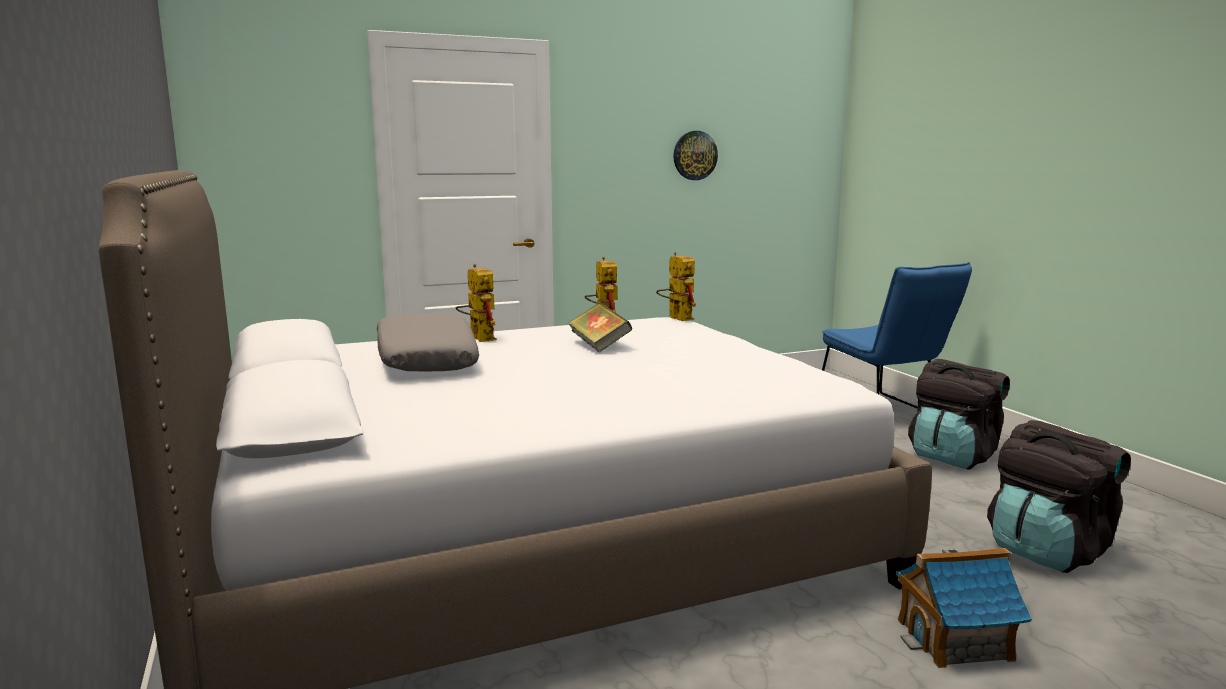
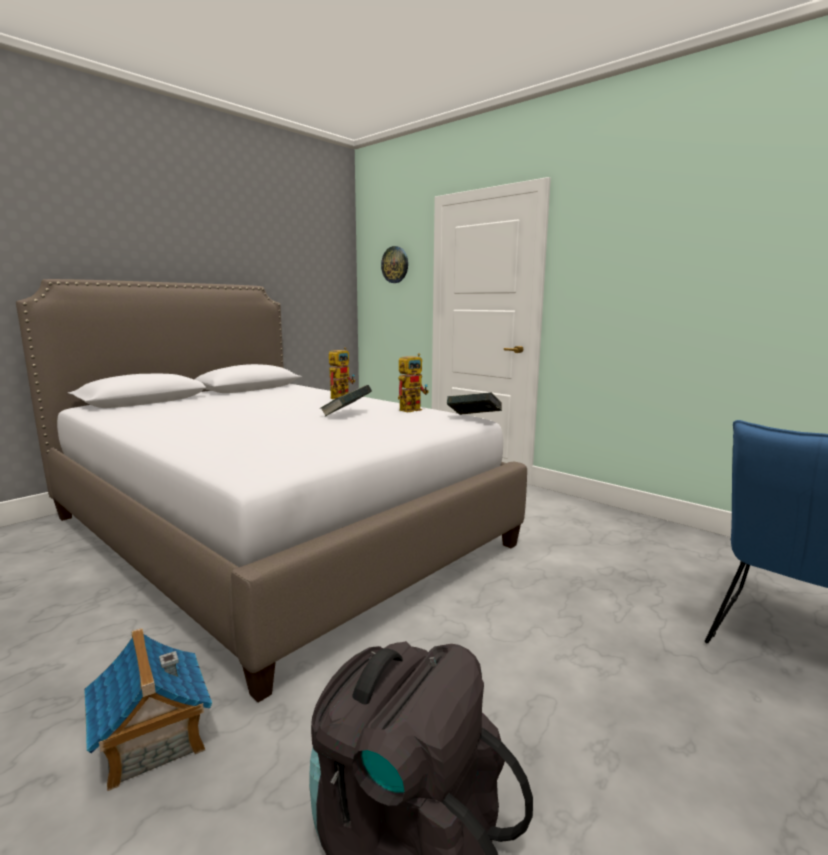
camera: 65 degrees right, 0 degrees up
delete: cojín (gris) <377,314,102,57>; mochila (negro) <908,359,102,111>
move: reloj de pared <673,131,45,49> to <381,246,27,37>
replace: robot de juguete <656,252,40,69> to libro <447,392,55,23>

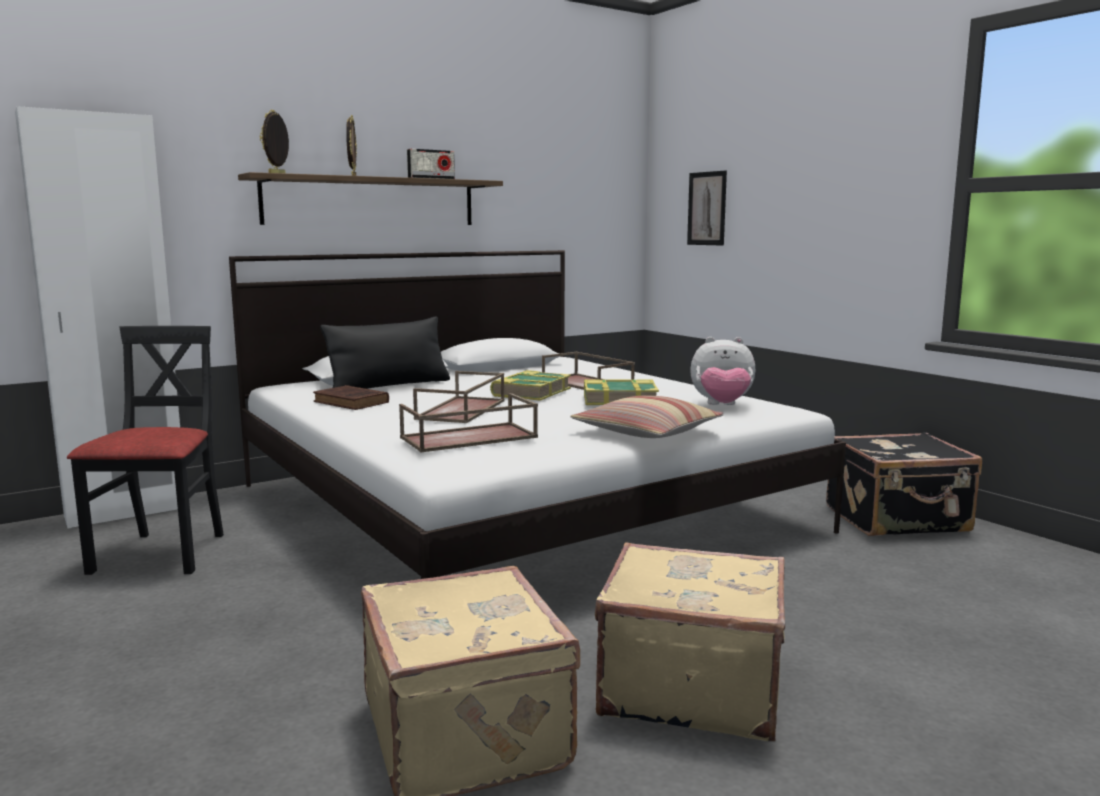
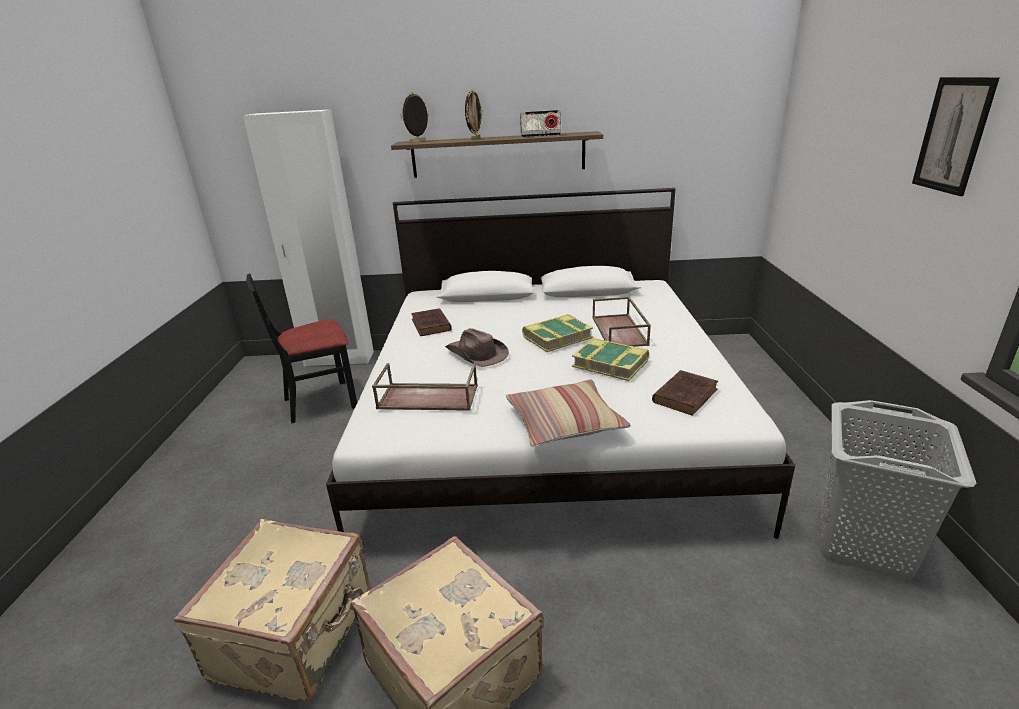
camera: 35 degrees right, 15 degrees up
delete: cojín (negro) <320,316,130,73>
move: cuadro <687,170,40,76> to <912,77,88,119>
replace: peluche <690,337,65,68> to libro (marrón) <652,370,66,45>; bandeja (marrón) <413,371,92,52> to sombrero (marrón) <445,328,64,39>; maleta (negro) <826,432,156,104> to cesto de la ropa (gris) <820,400,156,180>
rotate: silla (negro) <67,326,157,249> = <246,274,111,149> 150 degrees counterclockwise

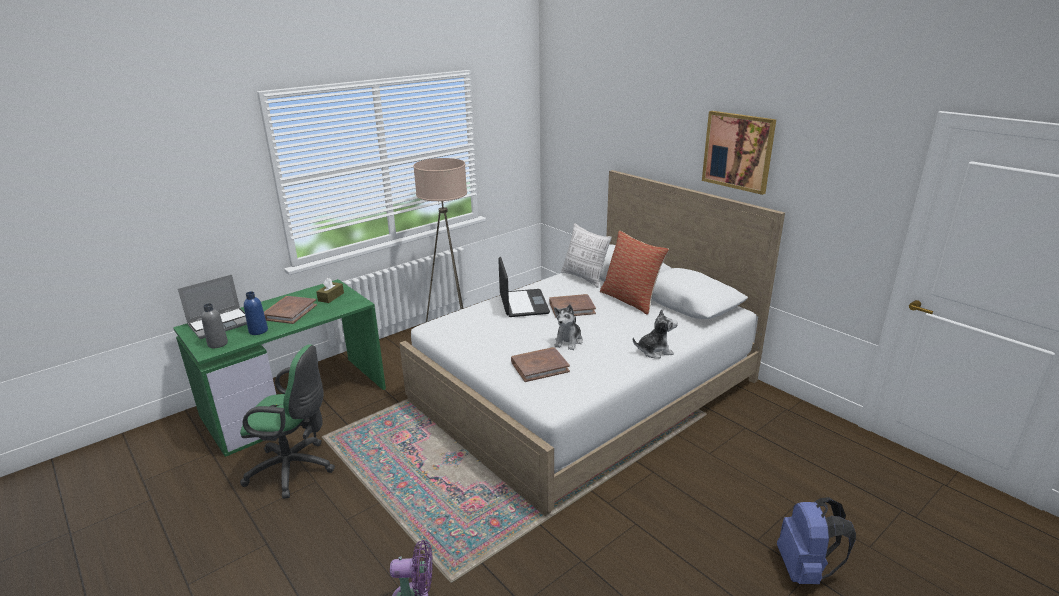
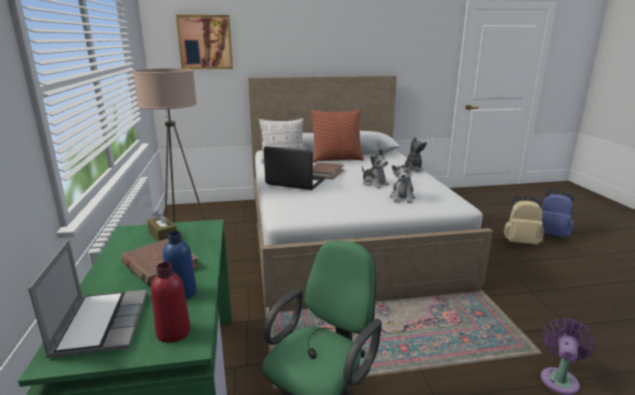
camera: 60 degrees left, 5 degrees down
insert: mochila (beis) <504,195,40,50>
move: cuadro <702,111,74,84> to <176,15,57,54>
replace: libro (marrón) <511,347,59,35> to peluche <390,161,25,42>
recolor: botella (gris) <201,303,27,45> to botella (rojo) <151,262,40,81>

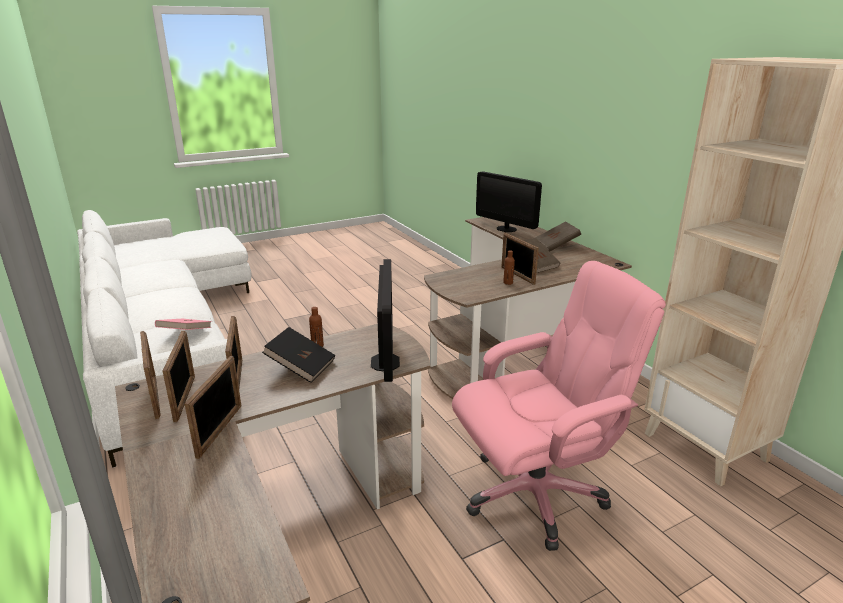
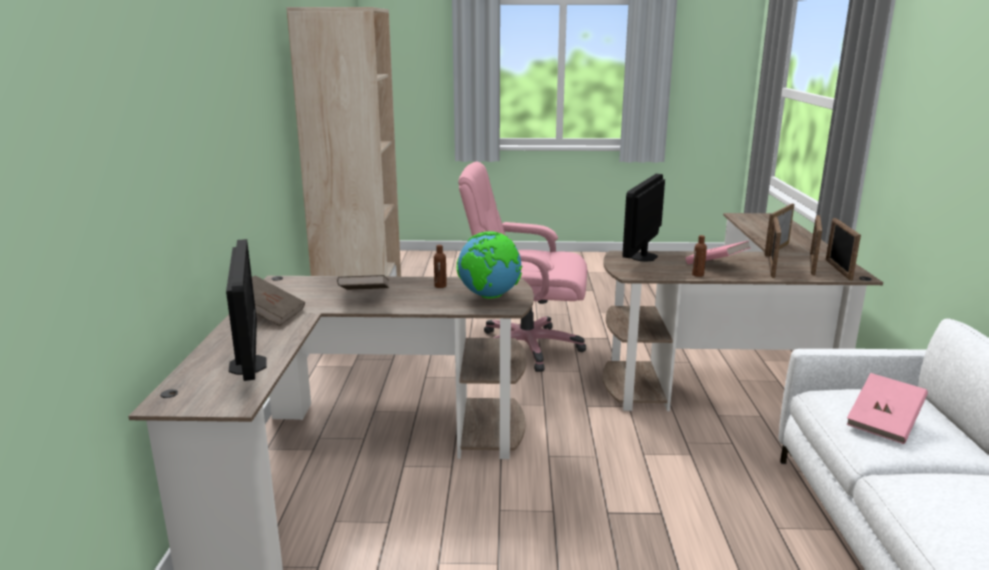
camera: 150 degrees left, 5 degrees down
delete: portarretratos <502,233,37,52>
insert: globo terráqueo <456,231,67,67>
recolor: libro (negro) <262,327,73,56> to libro (rosa) <686,240,64,24>

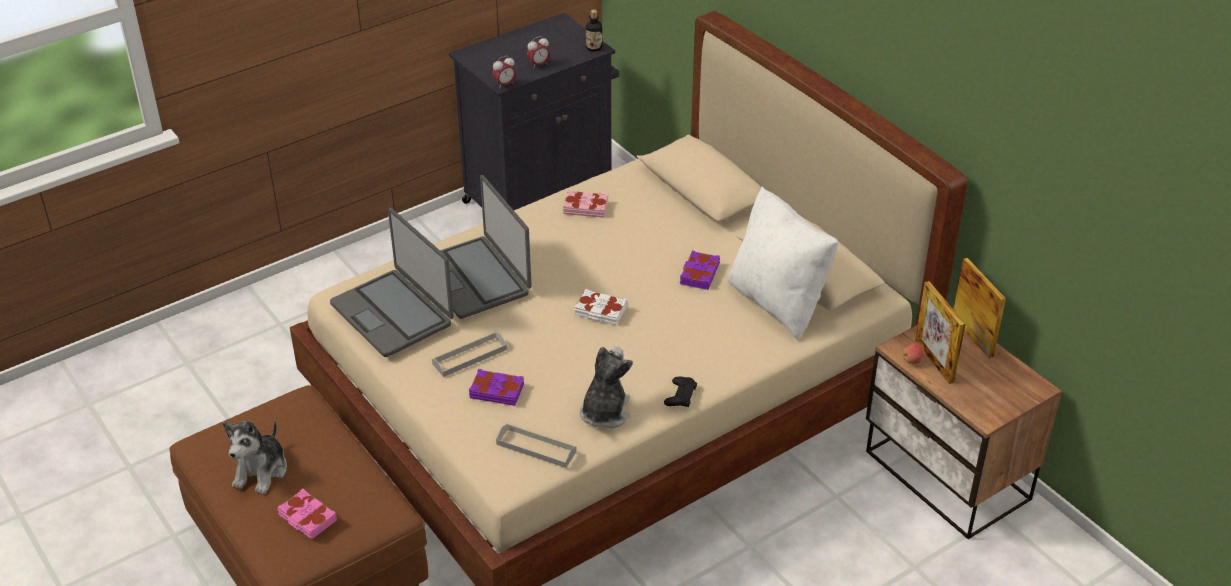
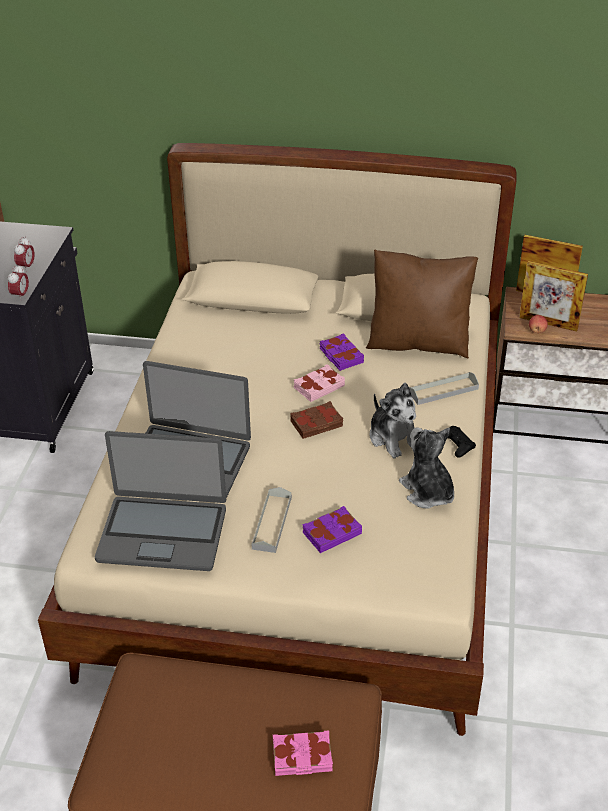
camera: 45 degrees left, 0 degrees up
delete: botella <586,10,16,42>
move: libro (rosa) <563,190,45,28> to <294,364,51,38>; peluche <223,420,64,74> to <369,383,47,75>; bandeja (gris) <496,423,81,45> to <409,372,70,33>
recolor: cojín (blanco) <728,187,110,153> to cojín (marrón) <366,250,112,108>; libro (blanco) <575,289,52,36> to libro (marrón) <290,401,53,38>

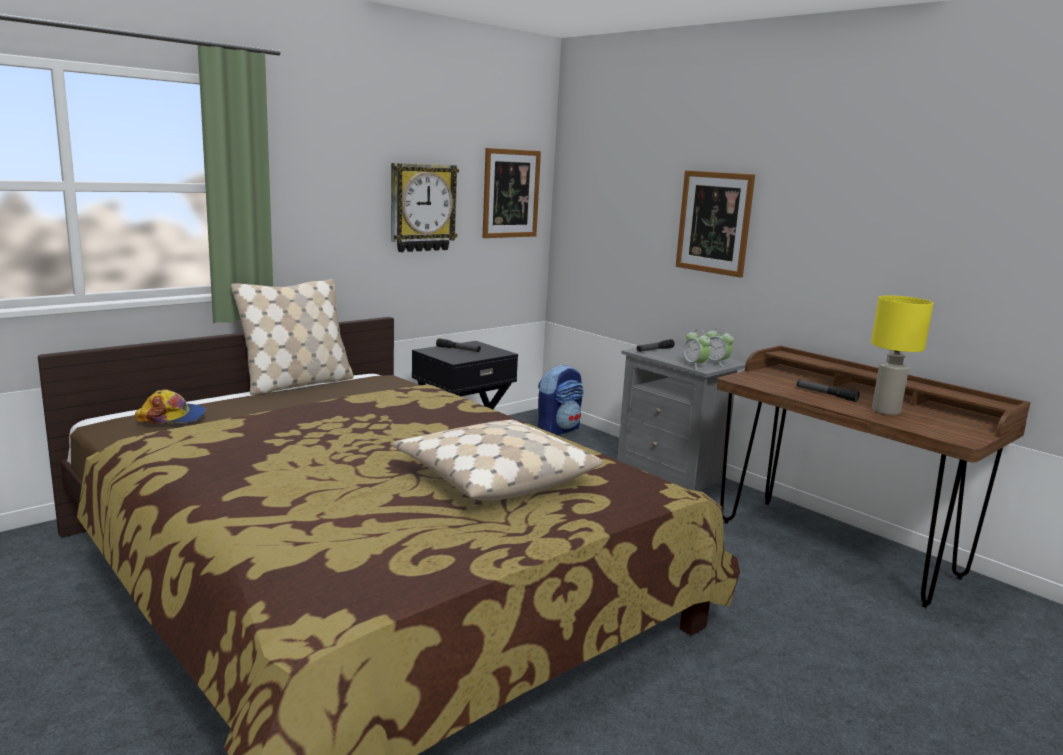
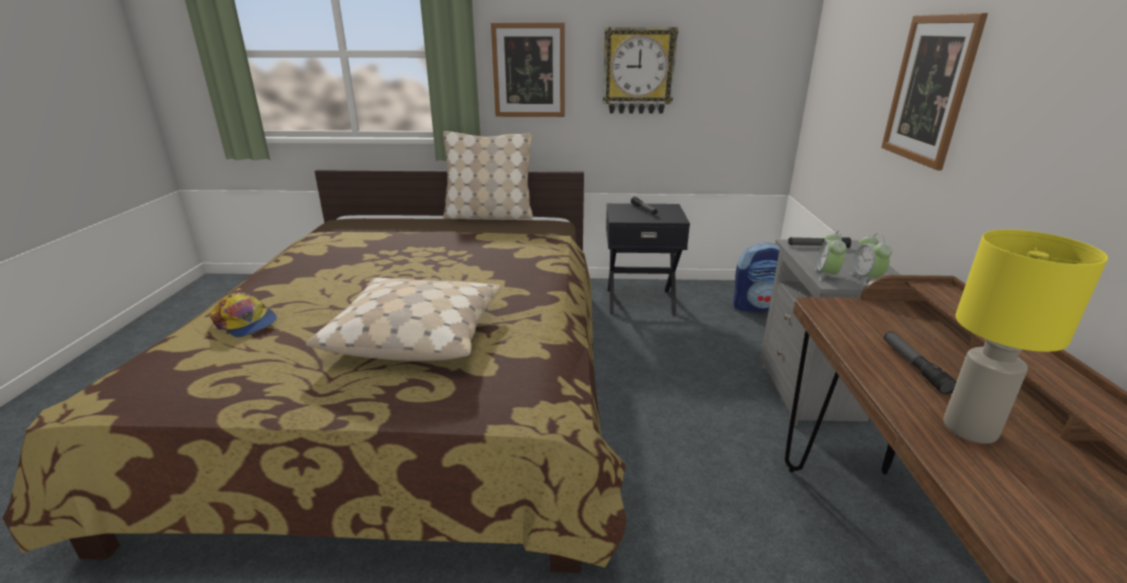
camera: 45 degrees right, 10 degrees up
move: cuadro <483,148,58,90> to <491,23,74,94>; gorra <135,389,71,35> to <210,292,67,45>

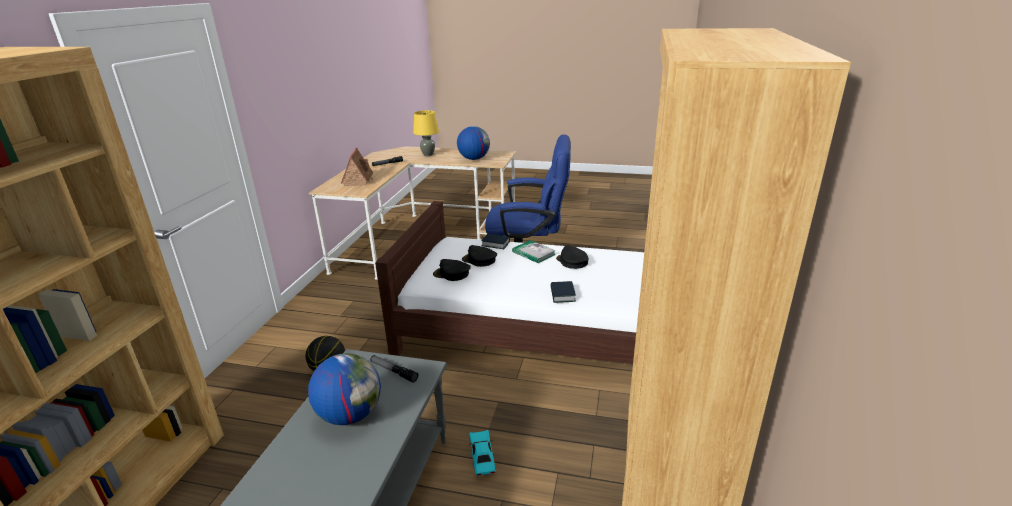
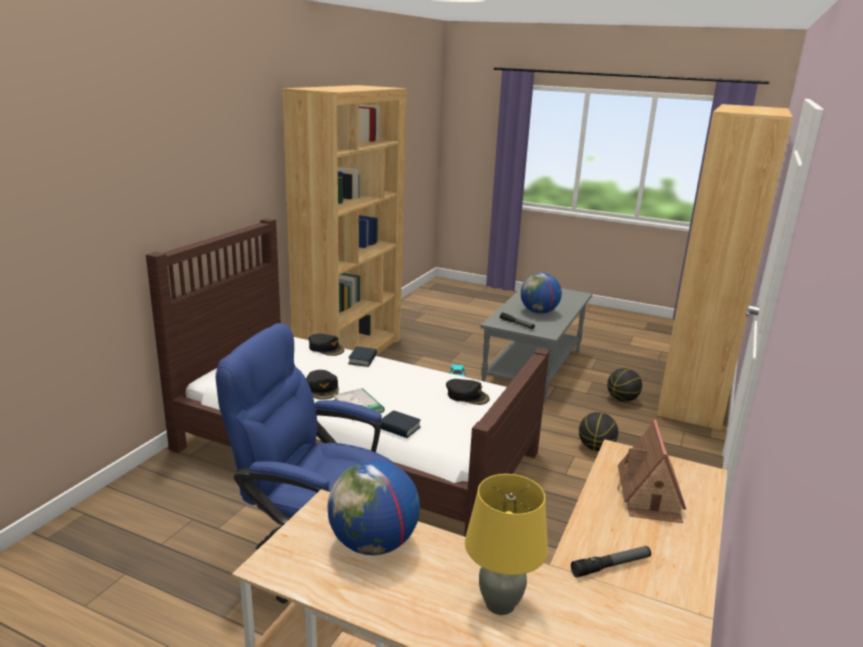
camera: 170 degrees left, 5 degrees down
insert: balón de baloncesto <607,368,35,34>
move: gorra (negro) <462,245,35,22> to <308,333,36,23>

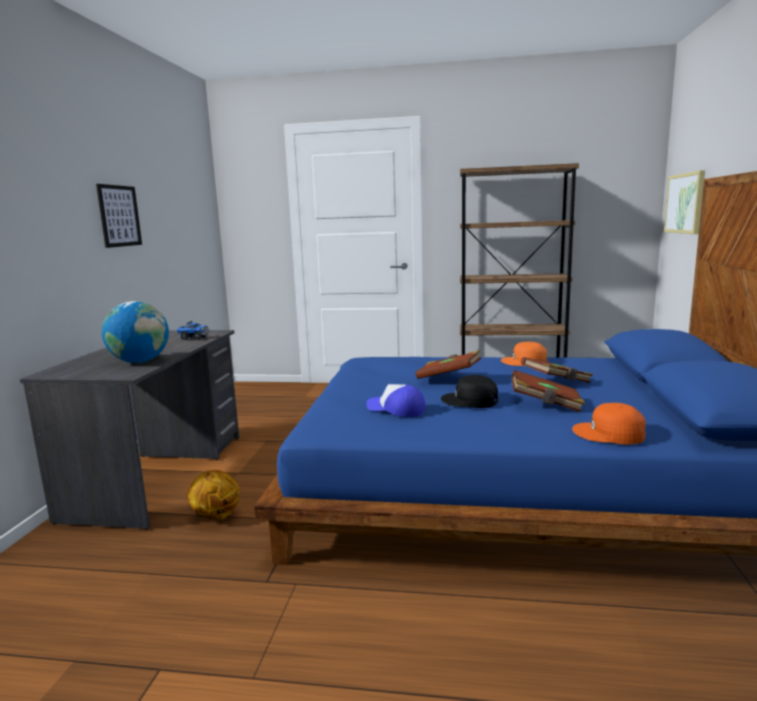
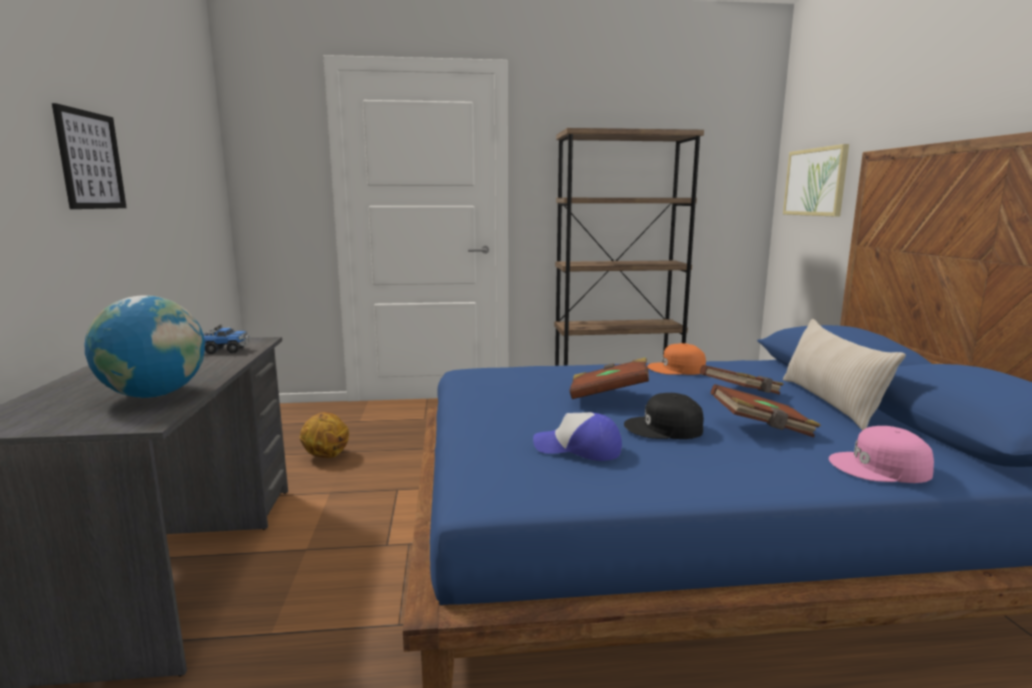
camera: 15 degrees left, 0 degrees up
insert: cojín (beis) <783,319,123,112>
move: balón de baloncesto <187,470,53,50> to <300,412,49,46>
recolor: gorra (naranja) <572,403,74,41> to gorra (rosa) <829,426,105,57>

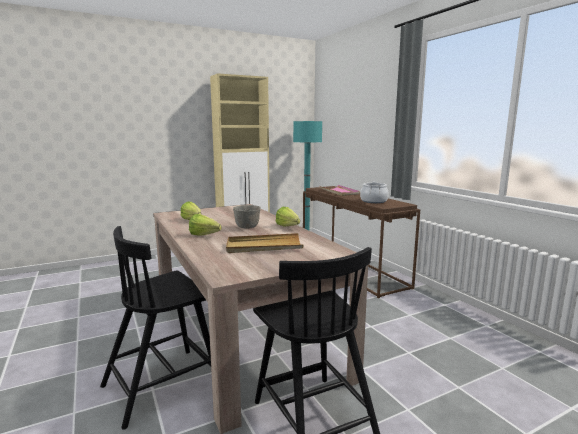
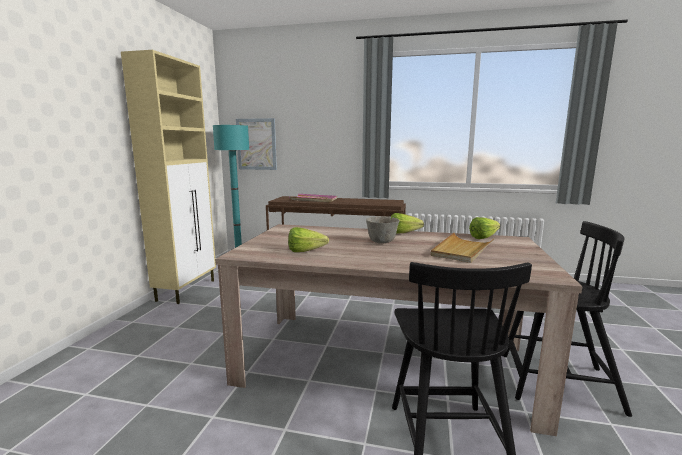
camera: 50 degrees left, 0 degrees up
delete: olla <360,182,29,21>
insert: cuadro <236,118,41,52>
move: lechuga <189,214,33,22> to <469,217,31,22>

